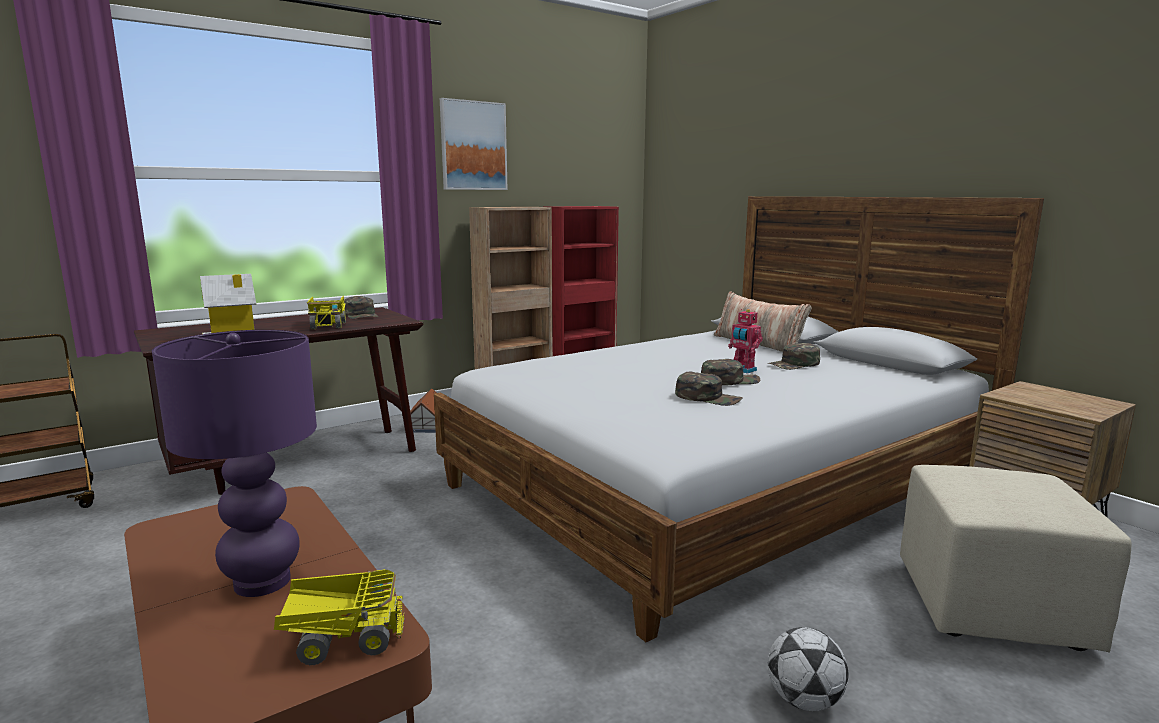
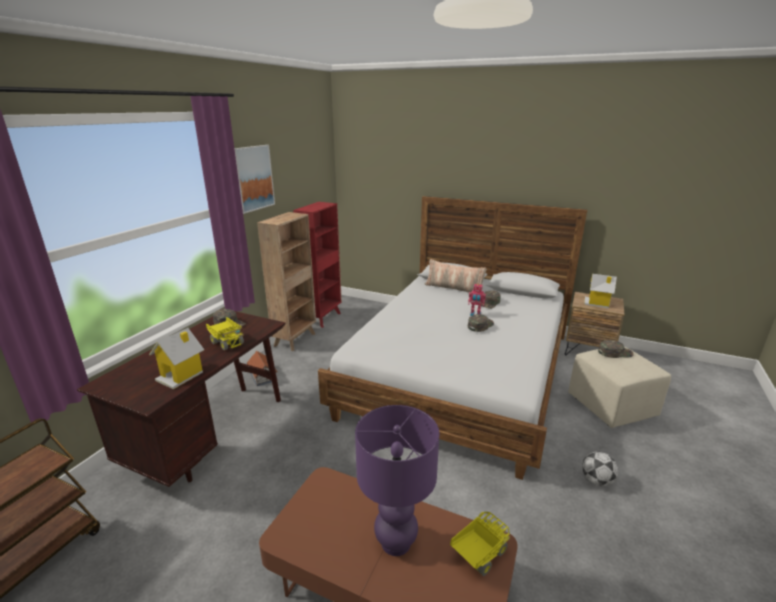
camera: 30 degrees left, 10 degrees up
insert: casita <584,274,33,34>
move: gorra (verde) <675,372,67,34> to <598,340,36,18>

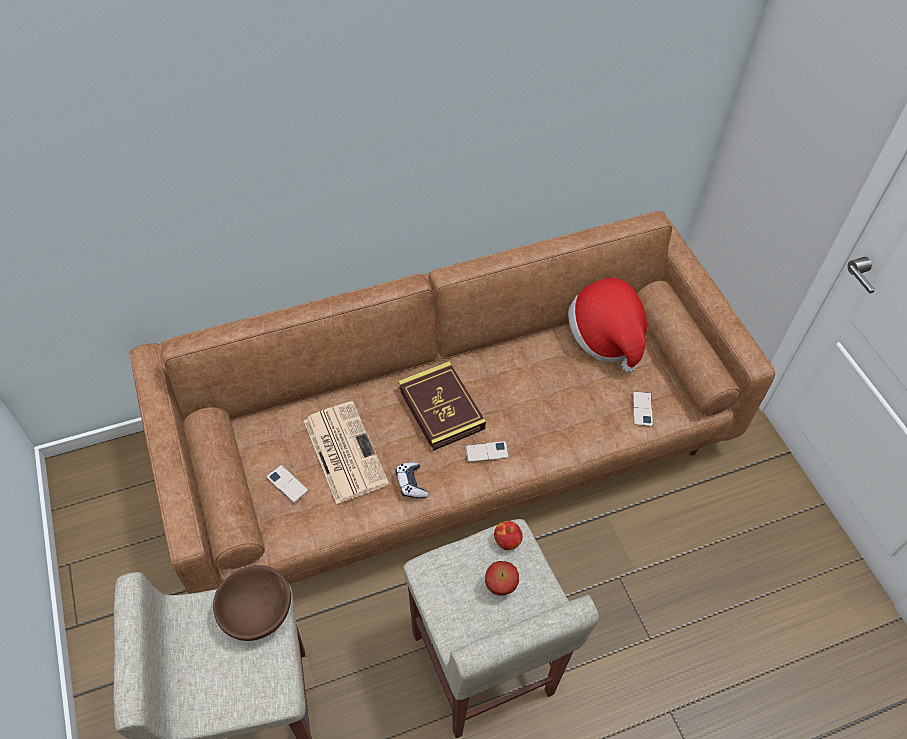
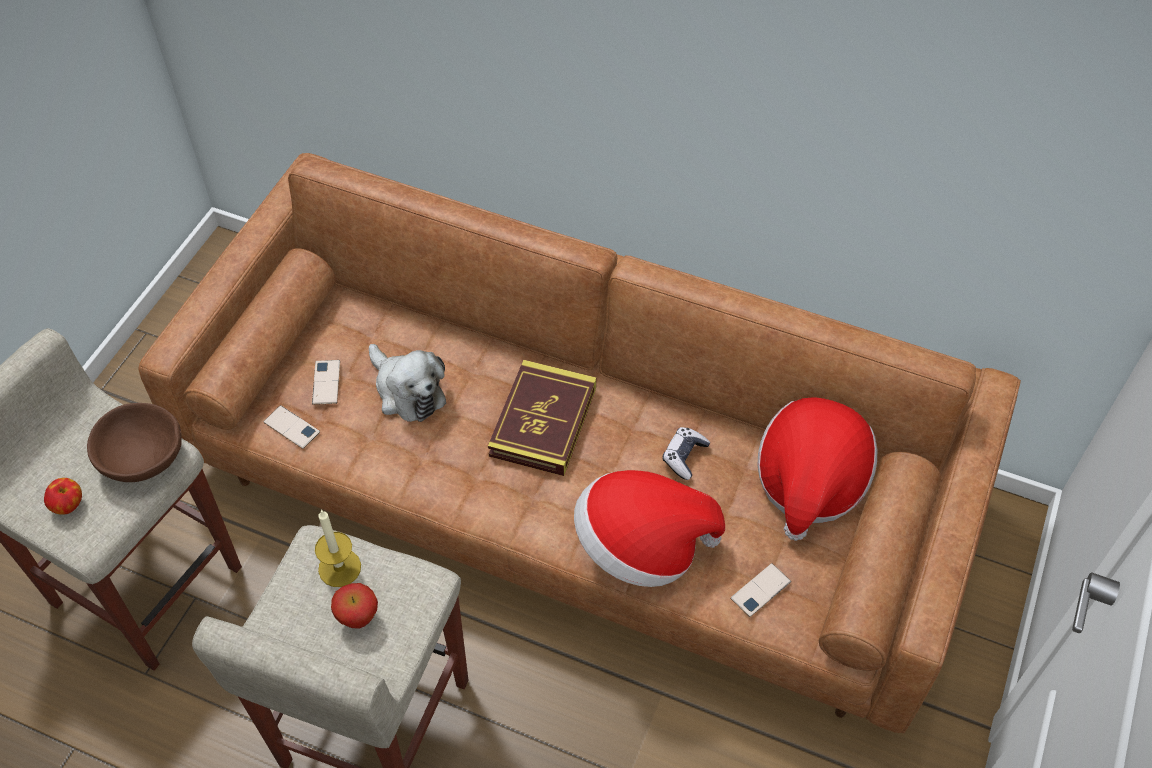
camera: 45 degrees right, 0 degrees up
insert: sombrero <574,470,151,117>; vela <315,510,46,77>
move: móvil <465,441,44,21> to <263,405,57,44>; mando de consola <396,462,32,37> to <662,427,48,53>; manzana <494,521,29,29> to <44,478,38,37>
replace: periódico <304,401,85,103> to peluche <369,344,77,78>

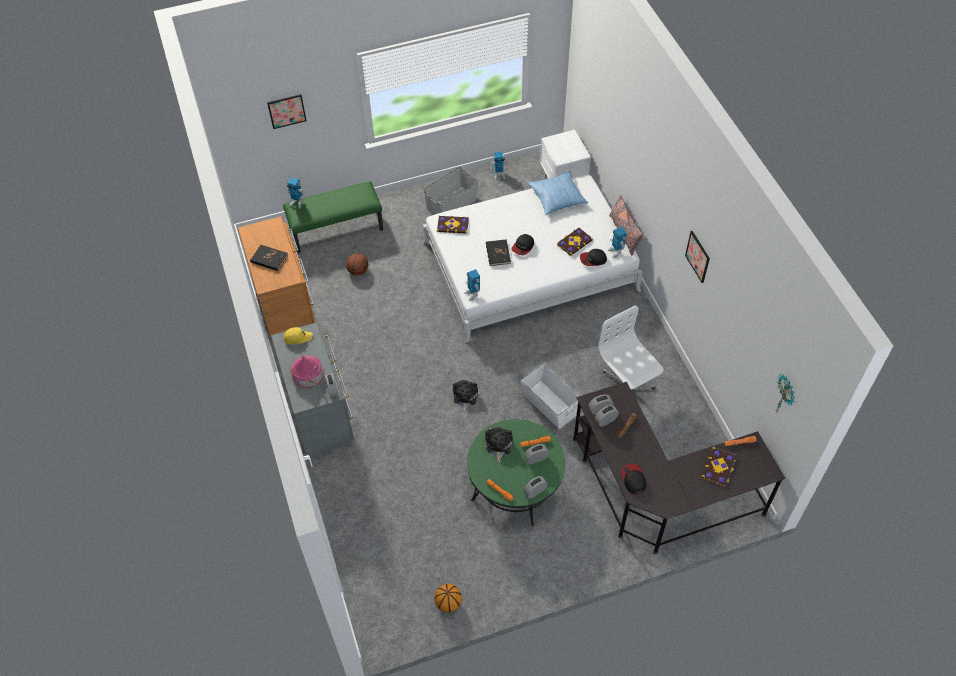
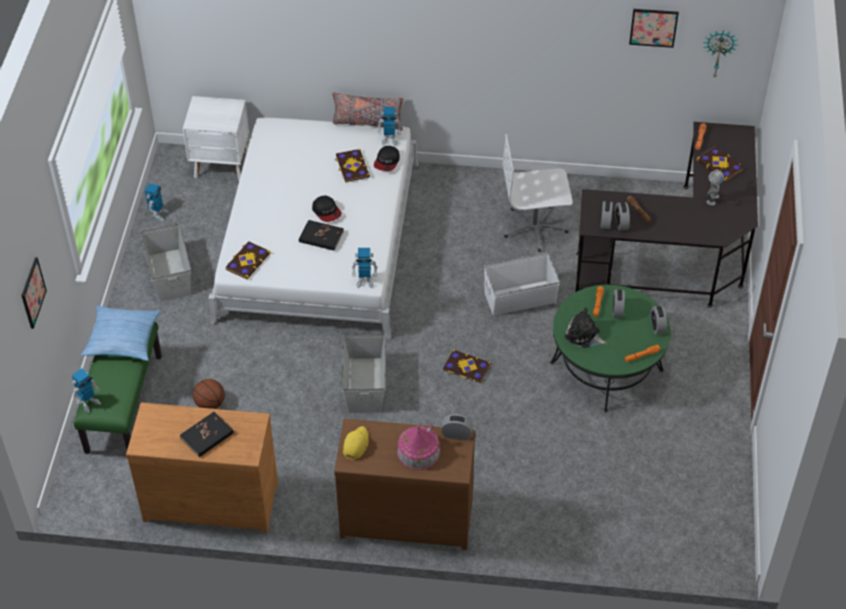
camera: 65 degrees left, 5 degrees down
delete: gorra <621,464,25,30>; balón de baloncesto <434,584,28,28>
insert: robot de juguete <707,169,17,37>; caja de almacenaje (gris) <341,333,45,80>
move: cojín <528,171,60,44> to <81,305,80,56>; cuadro <685,231,25,52> to <629,9,50,39>
replace: peluche <453,380,25,33> to libro <443,349,48,34>
recolor: cómoda (gris) <271,323,83,136> to cómoda (marrón) <334,419,142,131>

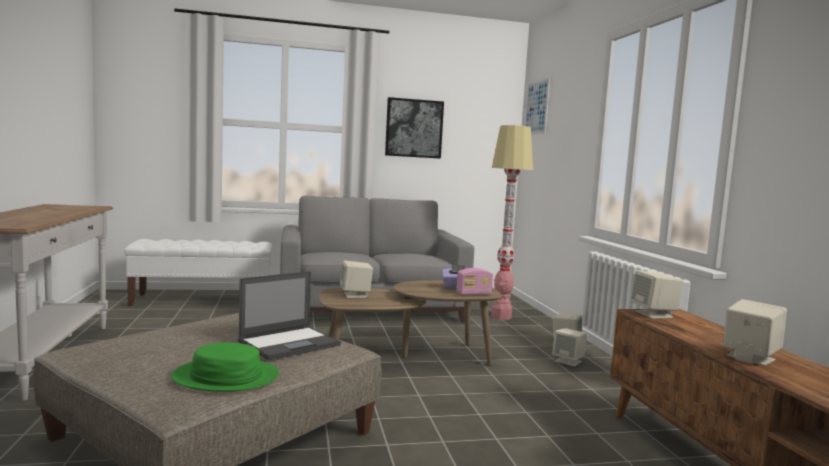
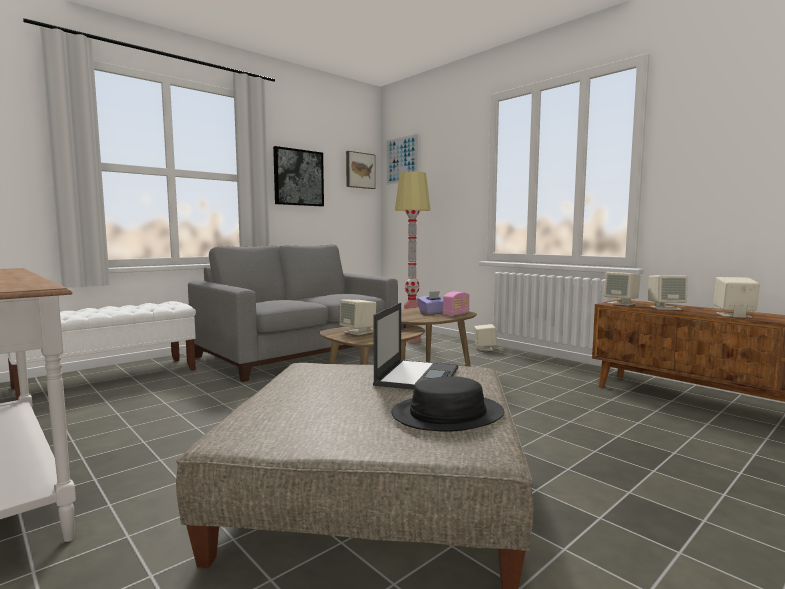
camera: 30 degrees left, 0 degrees up
insert: cuadro <346,151,30,38>
move: altavoz (beis) <552,328,35,39> to <648,275,40,35>
recolor: sombrero (verde) <171,343,108,49> to sombrero (negro) <392,377,112,55>

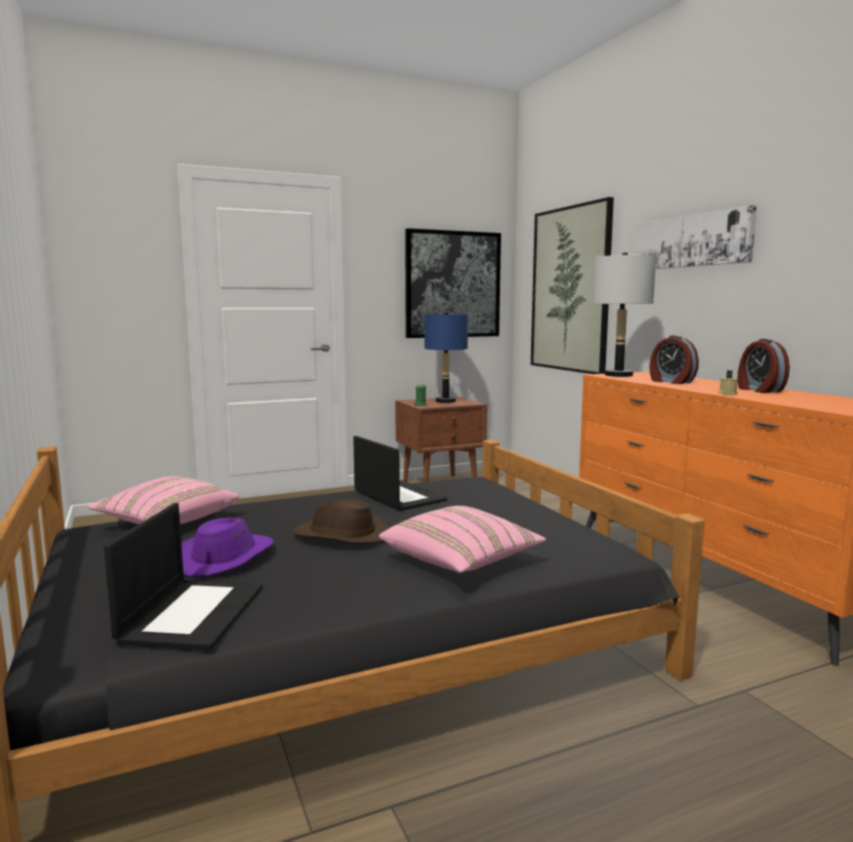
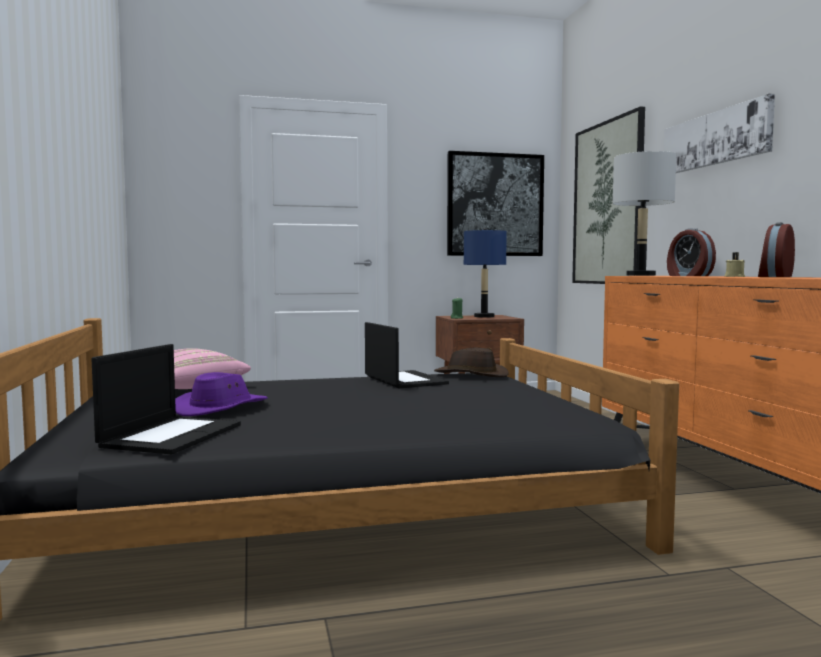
camera: 10 degrees right, 5 degrees down
delete: cojín (rosa) <379,506,167,67>
move: sombrero (marrón) <293,499,97,45> to <434,348,75,29>
rotate: despertador <737,339,53,54> = <758,222,37,55> 45 degrees clockwise

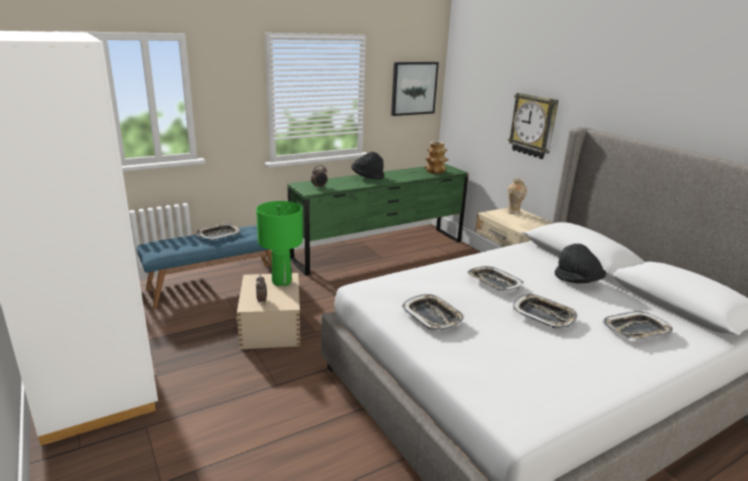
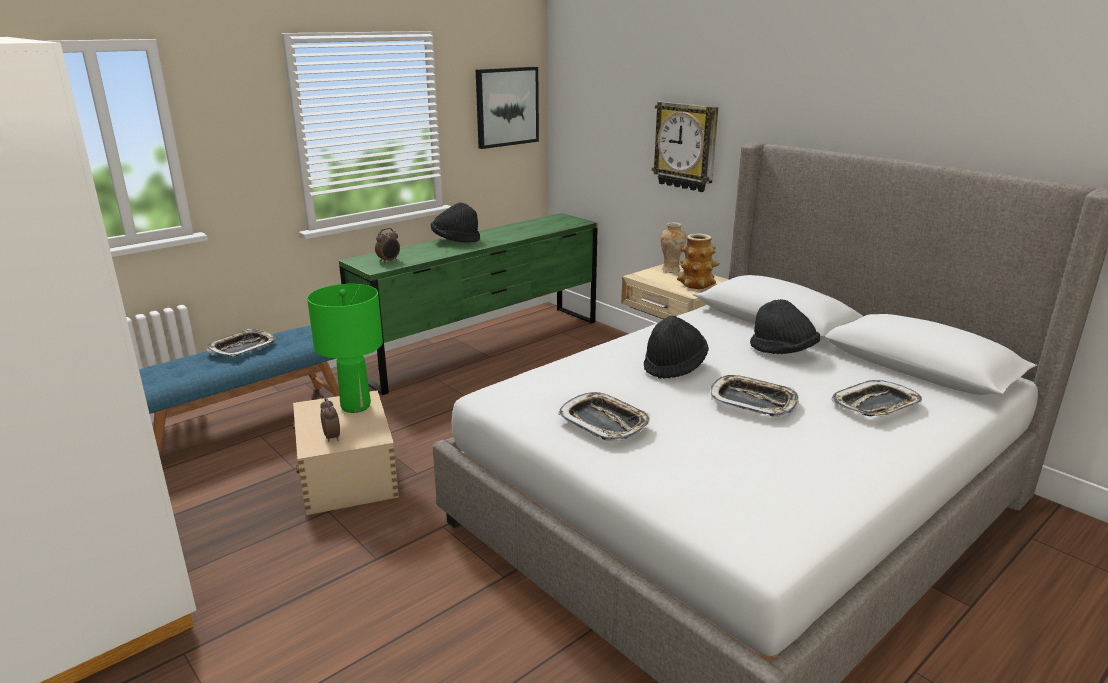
camera: 10 degrees left, 0 degrees up
move: florero <424,141,25,33> to <677,233,43,56>
replace: bandeja <467,266,57,26> to sombrero (negro) <644,315,65,64>

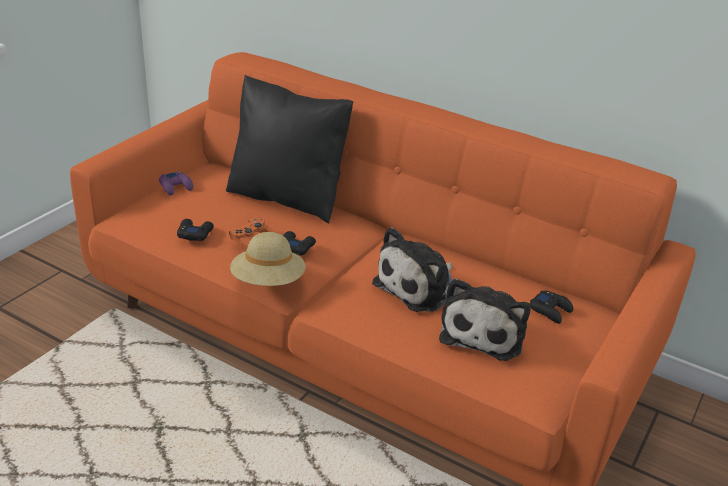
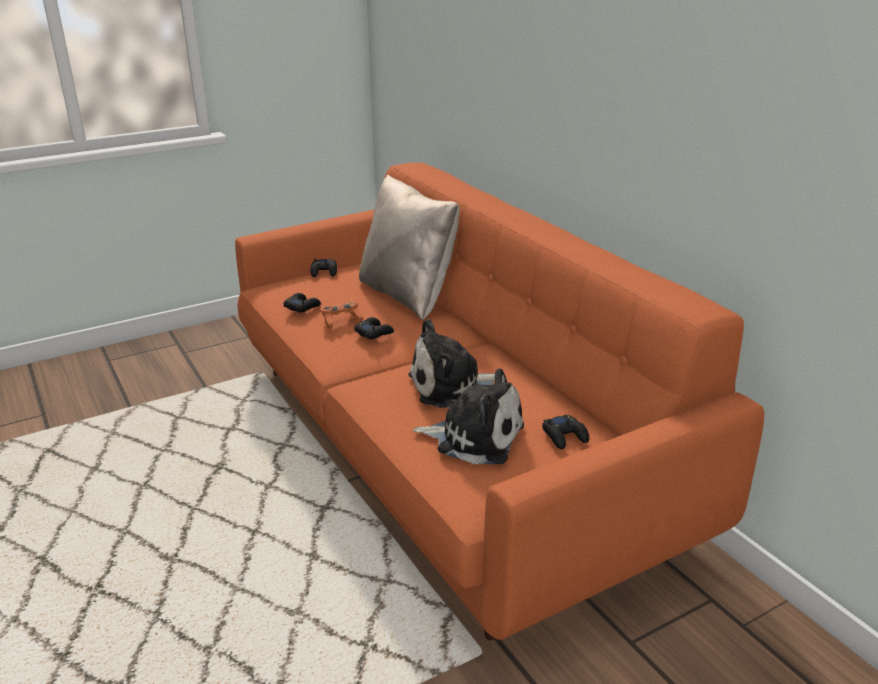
camera: 30 degrees right, 5 degrees down
delete: sombrero (beis) <230,232,76,54>
recolor: cojín (negro) <226,75,127,148> to cojín (beis) <359,174,101,147>; mando de consola (morado) <159,172,34,23> to mando de consola (negro) <310,258,27,19>
rotate: peluche <439,278,92,83> = <413,368,111,96> 120 degrees counterclockwise

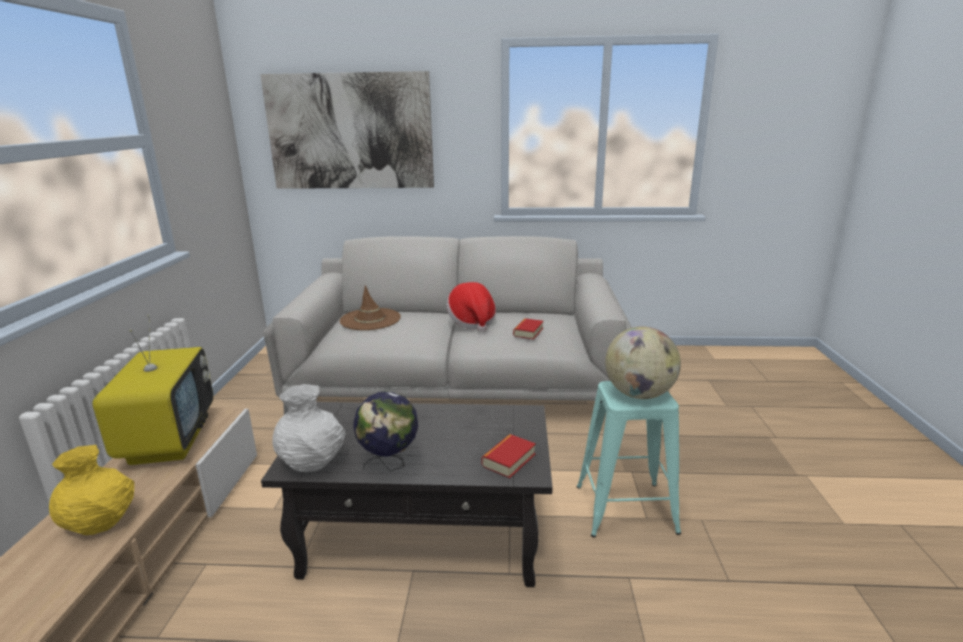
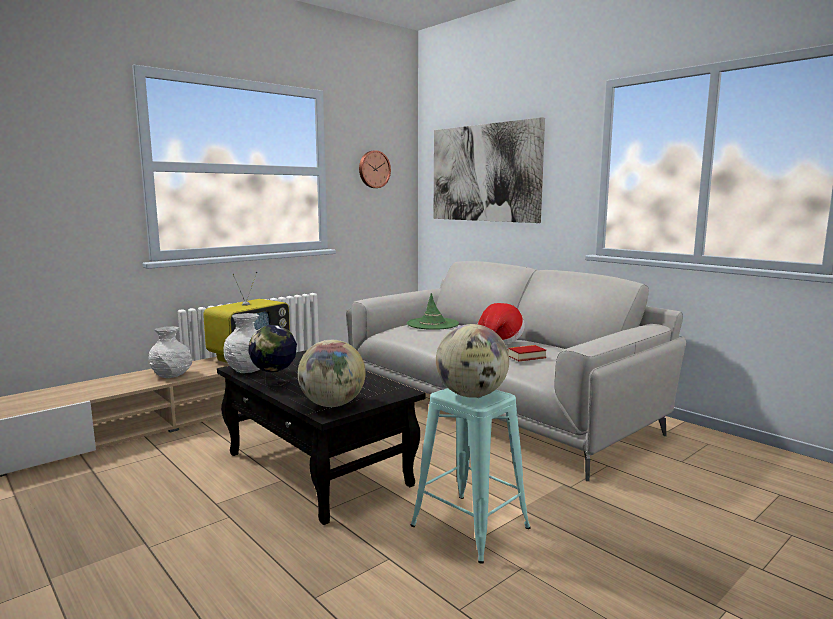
camera: 45 degrees right, 10 degrees down
insert: reloj de pared <359,150,32,38>
replace: libro <481,434,55,44> to globo terráqueo <298,340,68,67>
recolor: sombrero (marrón) <340,285,61,45> to sombrero (verde) <407,293,52,37>; florero (amarillo) <49,445,85,90> to florero (blanco) <149,326,43,52>

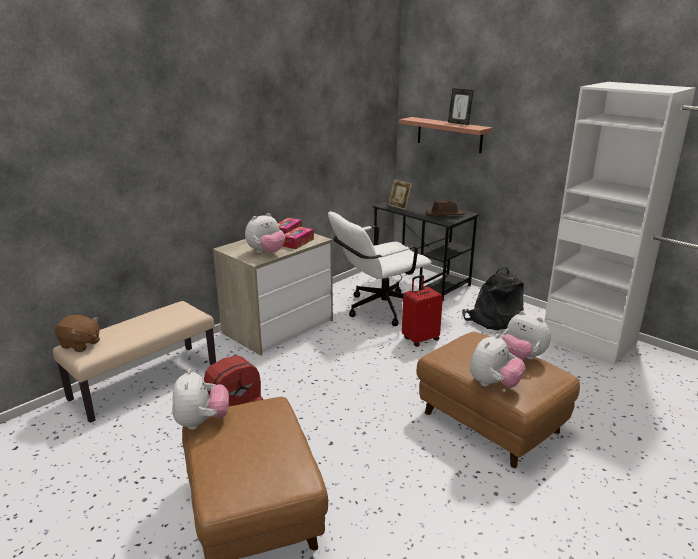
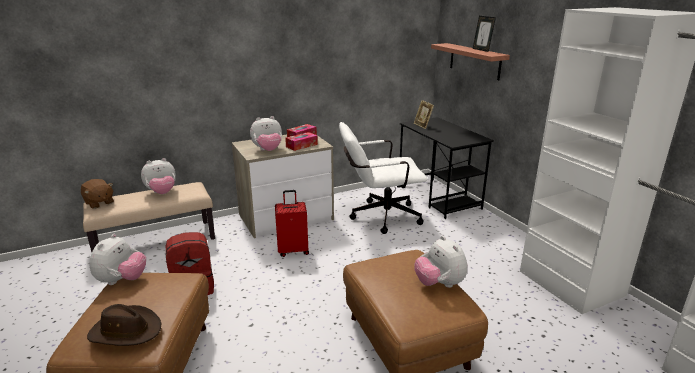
camera: 20 degrees right, 0 degrees up
delete: mochila (negro) <462,267,62,63>
move: sombrero (marrón) <425,199,40,17> to <87,304,75,42>; maleta (rojo) <402,275,41,72> to <275,190,34,67>; peluche <470,334,56,54> to <141,158,35,36>

